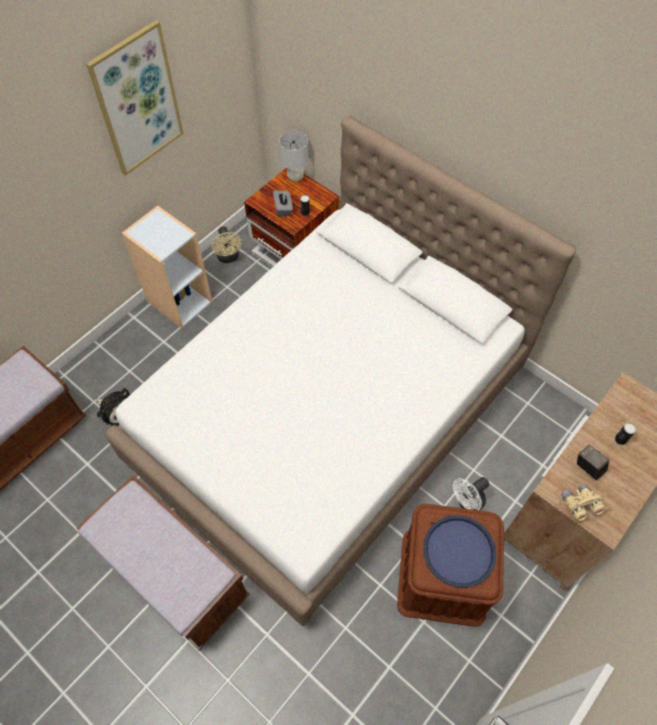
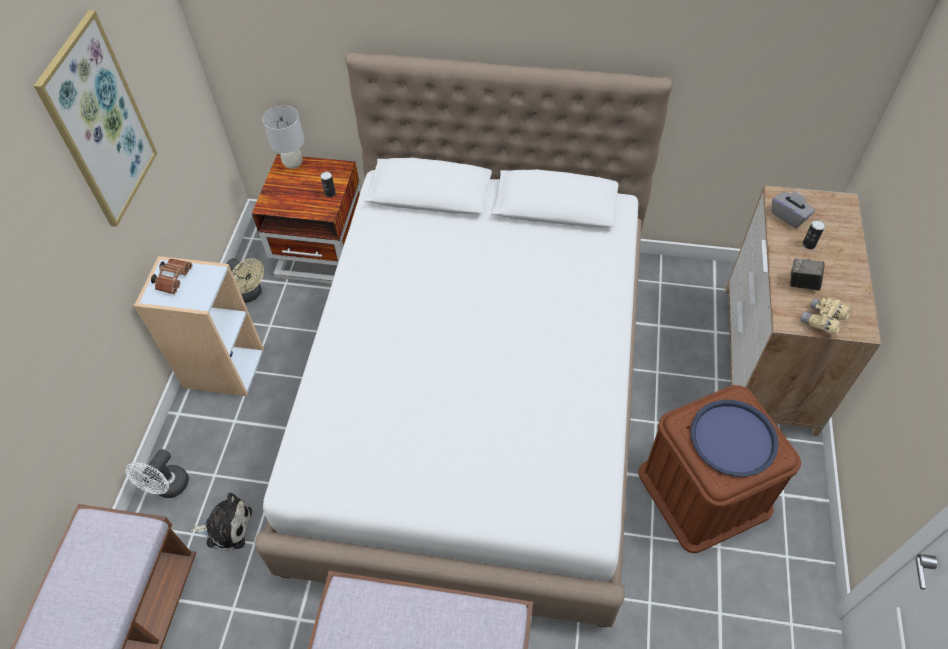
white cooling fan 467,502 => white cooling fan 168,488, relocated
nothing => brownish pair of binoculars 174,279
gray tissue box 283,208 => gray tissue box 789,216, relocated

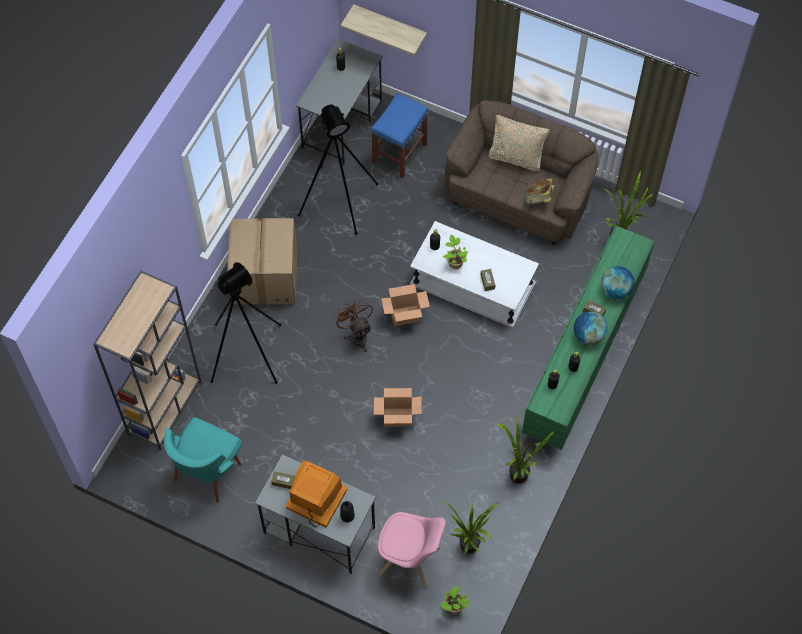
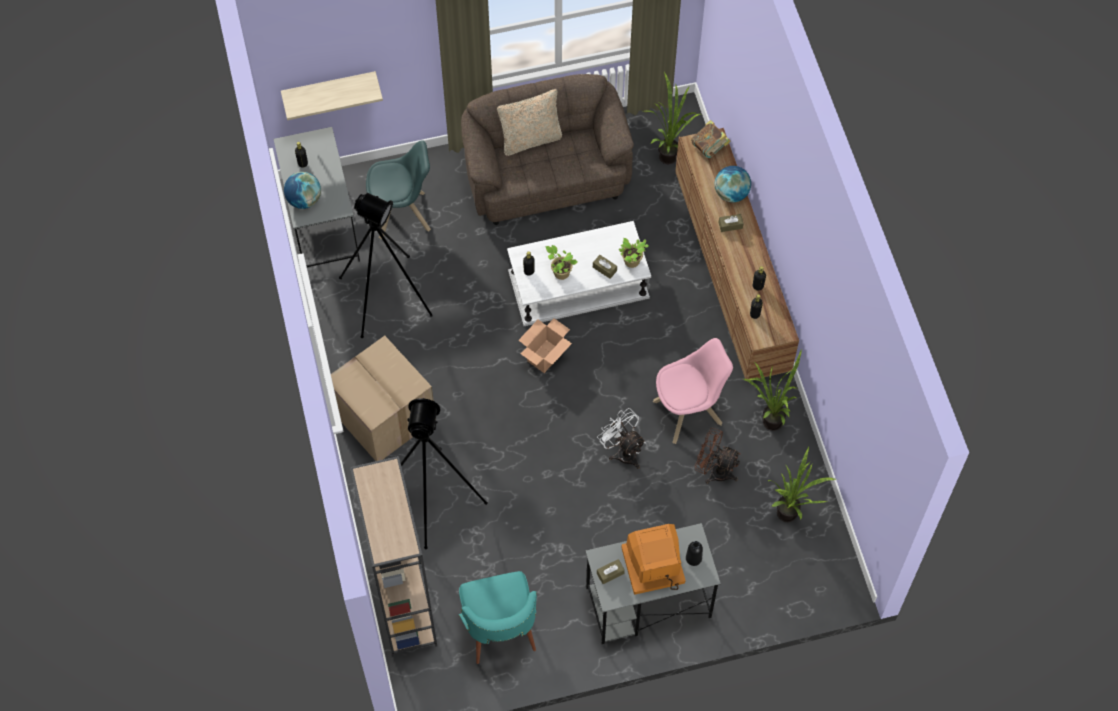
world globe 588,335 => world globe 304,200, relocated
bluish sitting stool 399,154 => blue-green chair 402,214
carton 397,417 => white cooling fan 623,451
potted plant 454,608 => potted plant 632,262, relocated
pink-coloured chair 410,561 => pink-coloured chair 688,413, relocated
green-coloured storage cabinet 584,355 => brownish storage cabinet 731,276
bound book 539,198 => bound book 709,148, relocated
brownish cooling fan 357,335 => brownish cooling fan 714,471, relocated

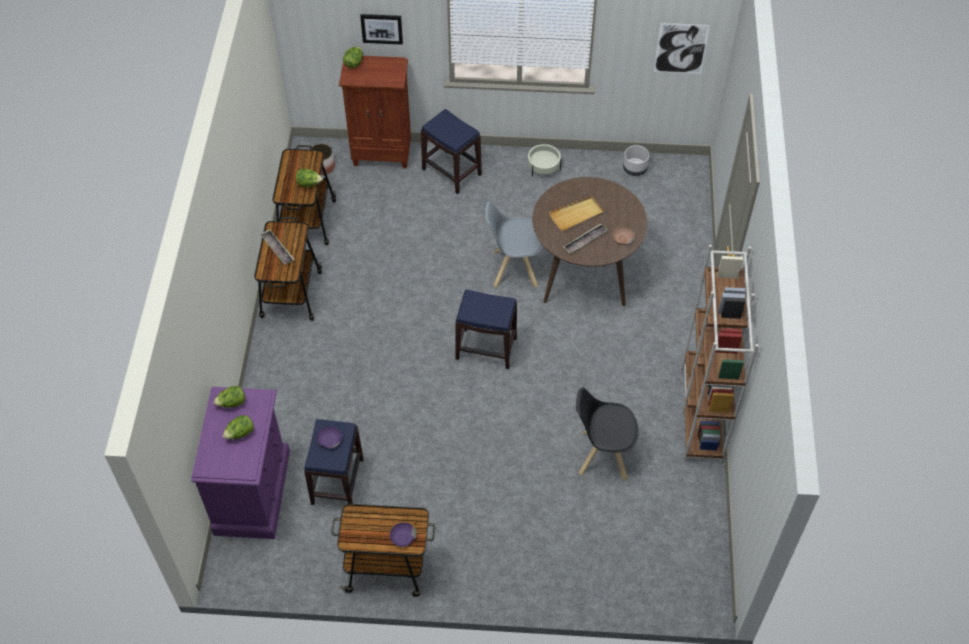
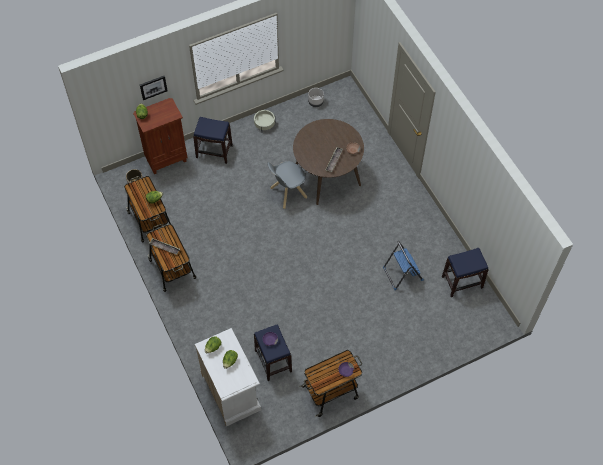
purplish drawer chest 252,492 => white drawer chest 230,391
black chair 602,454 => bluish step ladder 401,274
sitting stool 486,348 => sitting stool 462,282, relocated
sand-coloured serving tray 577,215 => nothing
wall art 681,48 => nothing
brownish shelving unit 701,415 => nothing

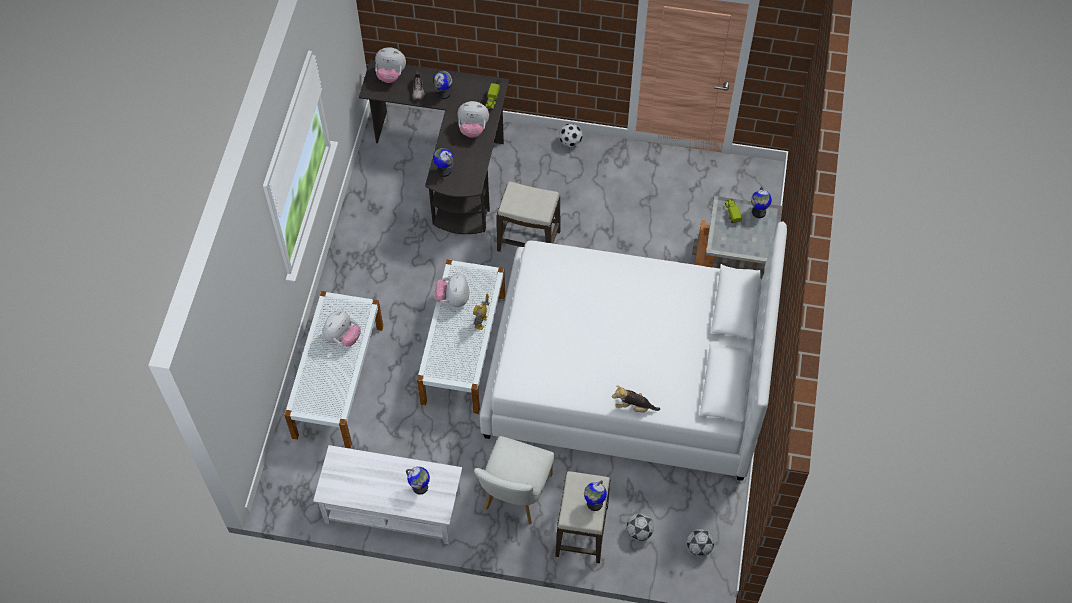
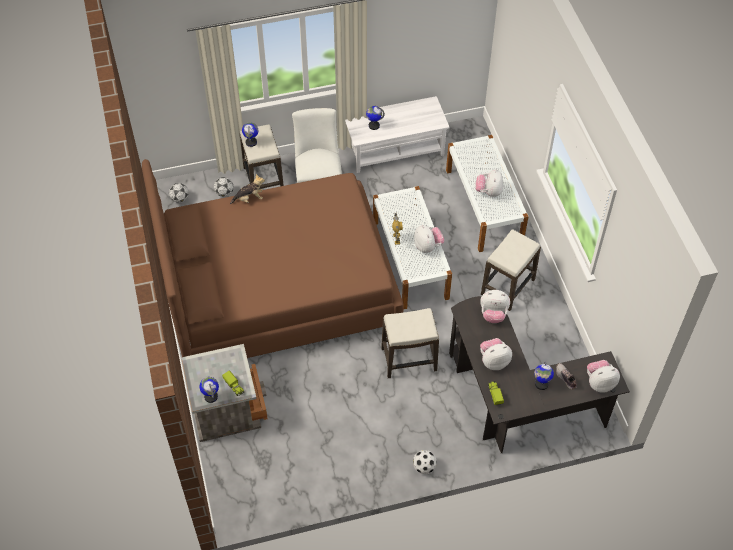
white sleeping bed 627,374 => brownish sleeping bed 278,287
world globe 444,171 => soft toy 493,314
nothing => sitting stool 507,287

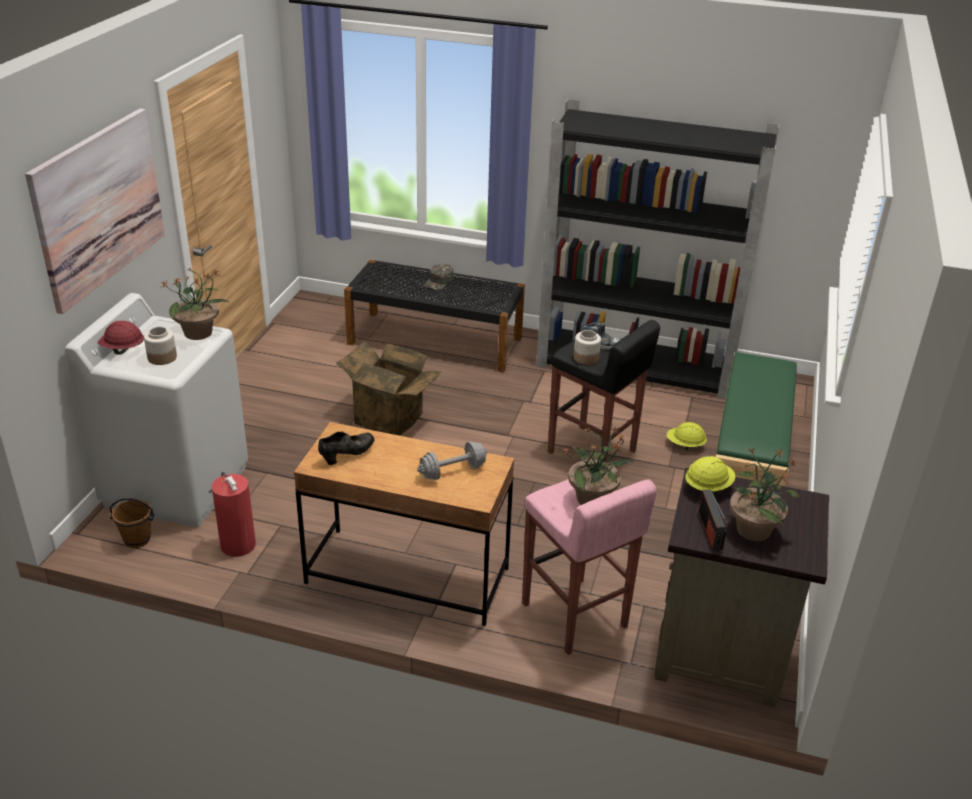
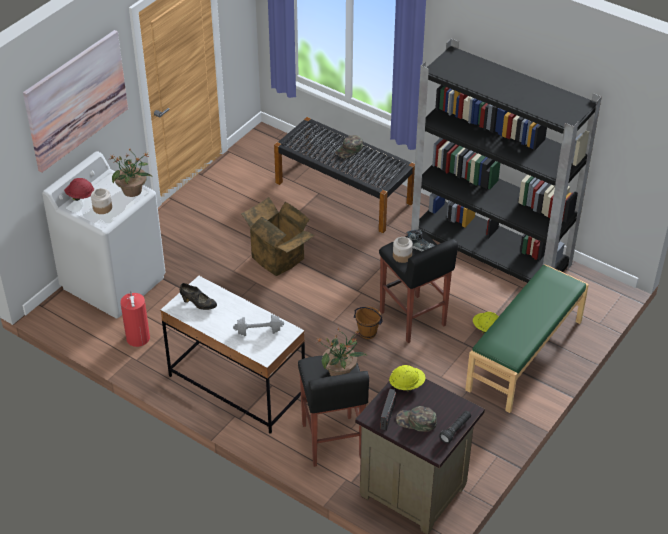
brownish desk table 407,576 => white desk table 236,386
black shoe 347,455 => black shoe 198,304, 45 degrees clockwise
pink-coloured sitting stool 574,616 => black sitting stool 331,441
brownish bucket 137,539 => brownish bucket 367,333, relocated
potted plant 754,529 => green-coloured baseball cap 416,421
nothing => black flashlight 455,430

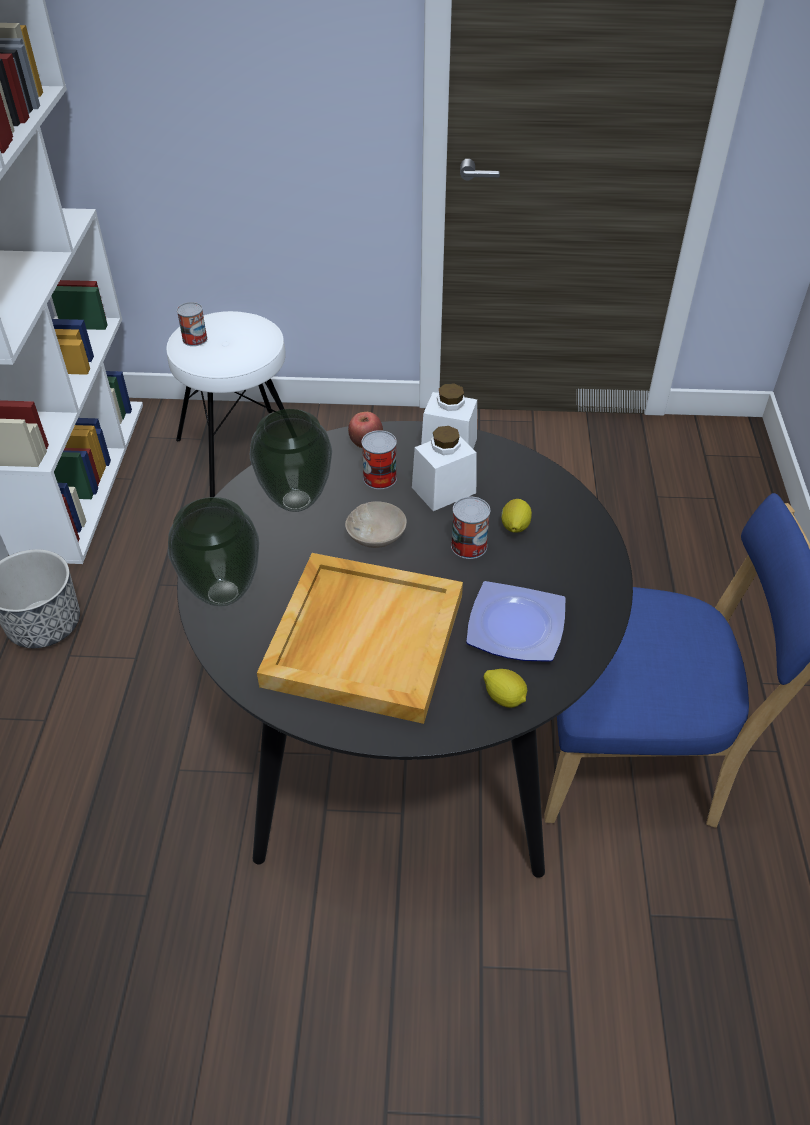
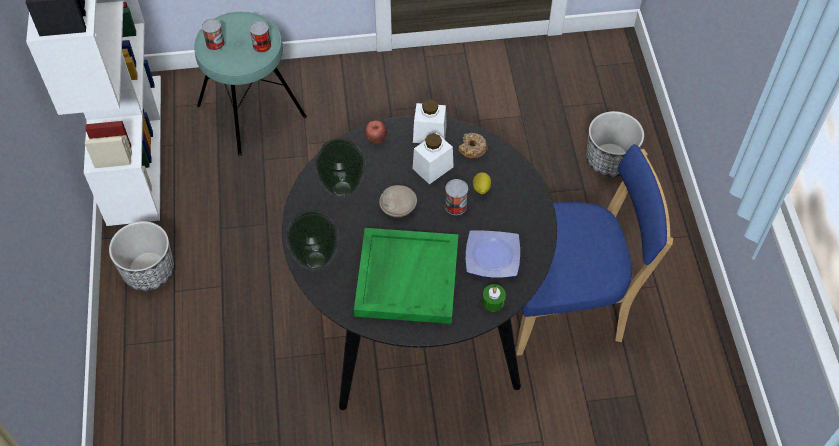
white sitting stool 242,453 => blue-green sitting stool 251,111
sealed can 379,478 => sealed can 262,45, relocated
sand-coloured serving tray 363,638 => green-coloured serving tray 406,277
nothing => doughnut 472,149
citrus fruit 504,698 => green-coloured candle 493,301
nothing => flower pot 610,160

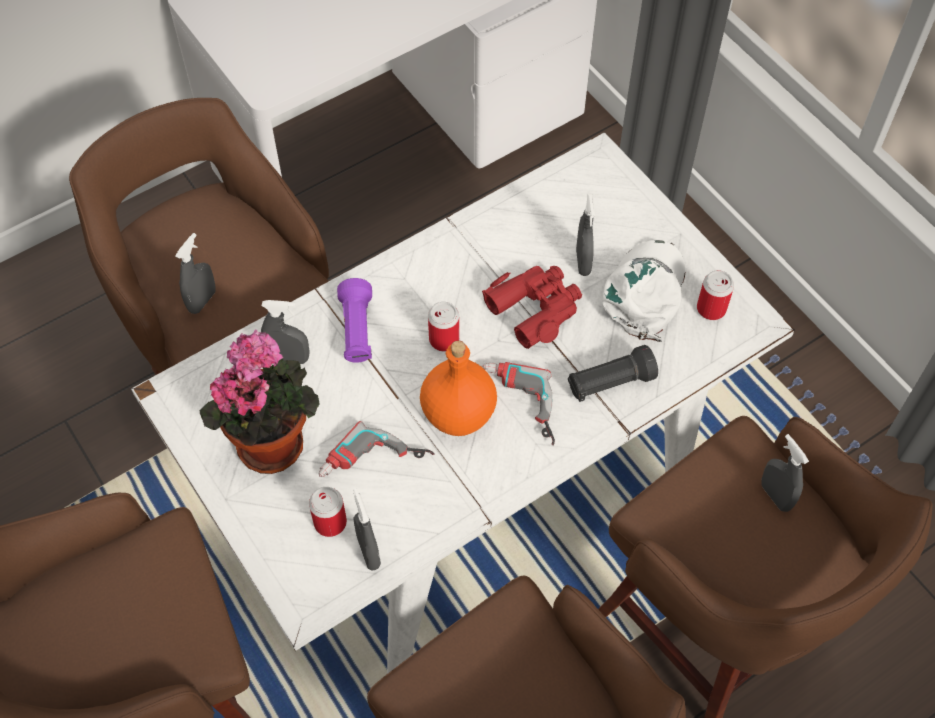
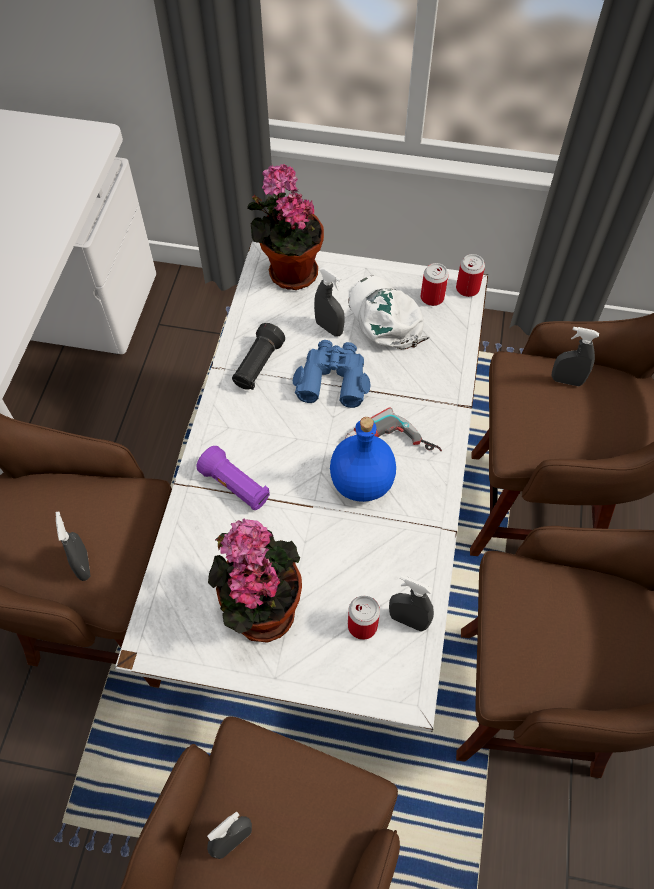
gray sprayer 289,358 => gray sprayer 233,840, relocated
black flashlight 609,383 => black flashlight 258,366, relocated
nothing => potted plant 289,271
reddish pair of binoculars 535,308 => bluish pair of binoculars 333,378
orange beverage bottle 459,415 => bluish beverage bottle 363,483
sealed can 444,339 => sealed can 467,288, relocated
electric drill 375,466 => nothing

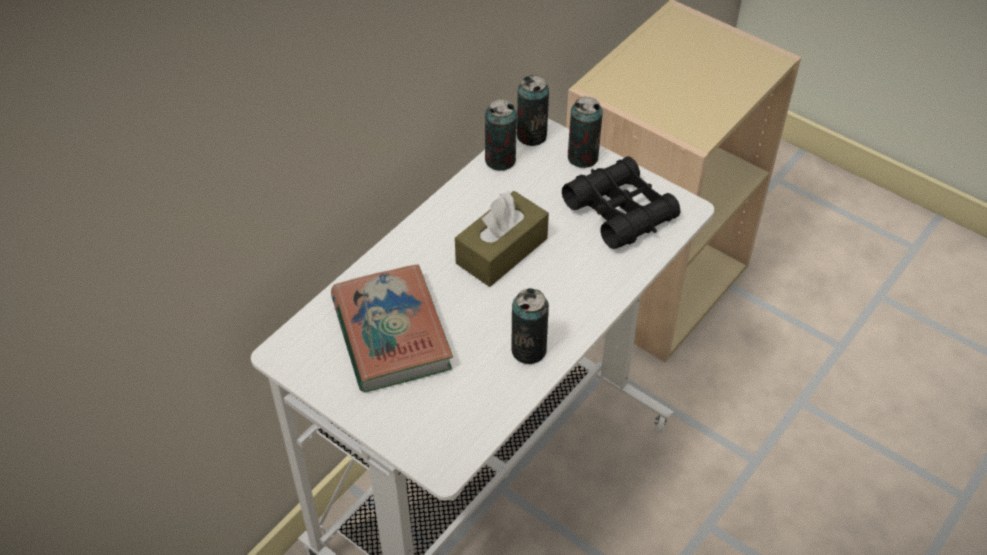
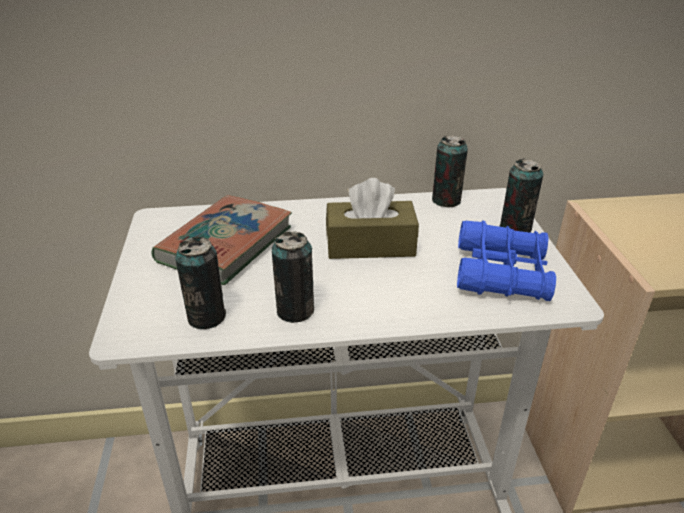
sealed can 531,136 => sealed can 206,317, relocated
black pair of binoculars 620,211 => bluish pair of binoculars 502,273

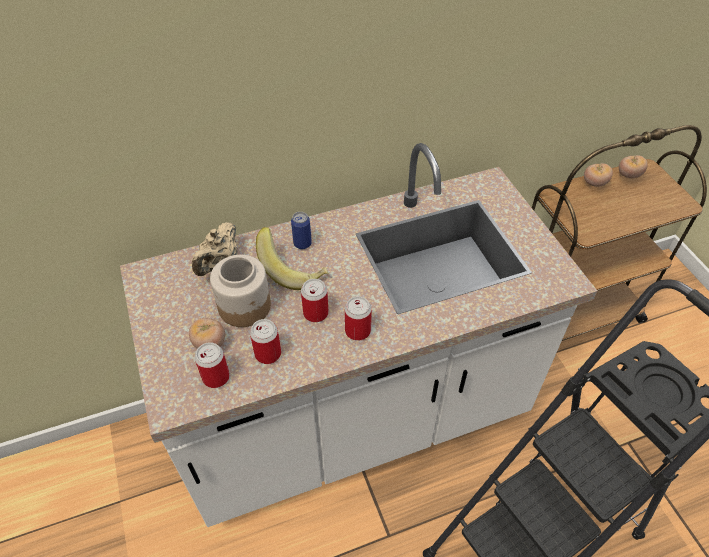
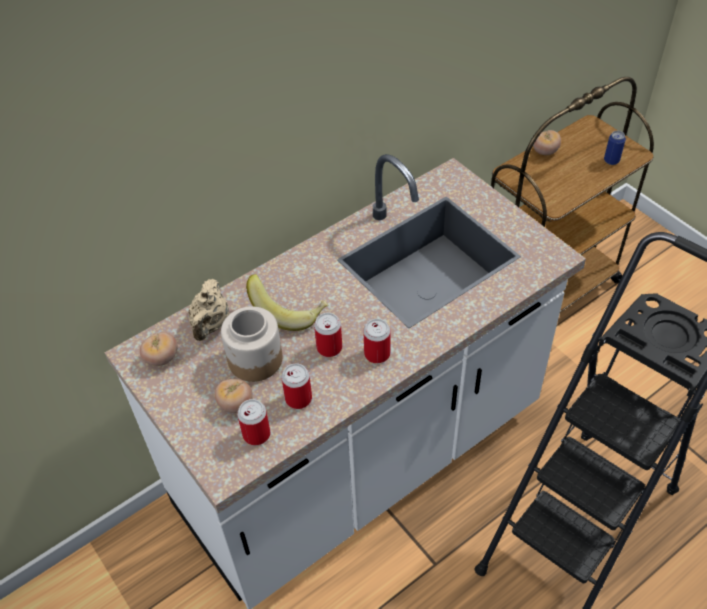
fresh tomato 628,175 => fresh tomato 161,358, relocated
sealed can 302,244 => sealed can 611,160, relocated

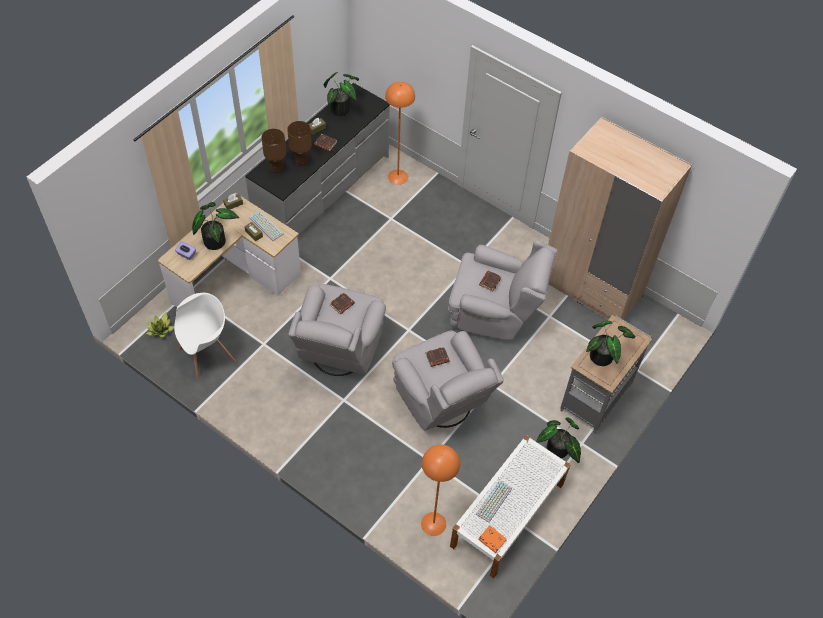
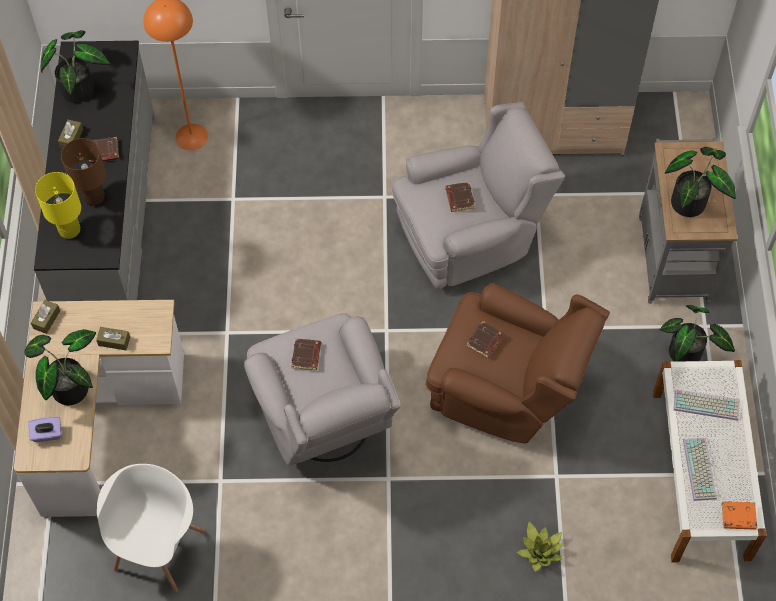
brownish table lamp 277,169 => yellowish table lamp 70,231
gray lounge chair 442,402 => brownish lounge chair 508,392
potted plant 161,329 => potted plant 540,550, relocated
keyboard 267,226 => keyboard 707,404, relocated
orange floor lamp 433,524 => nothing

